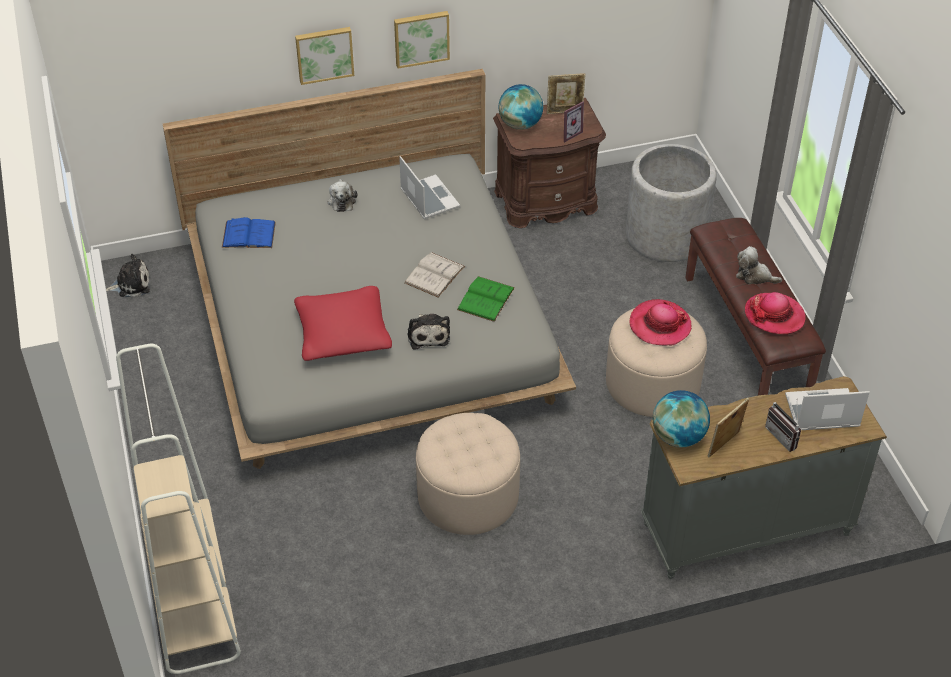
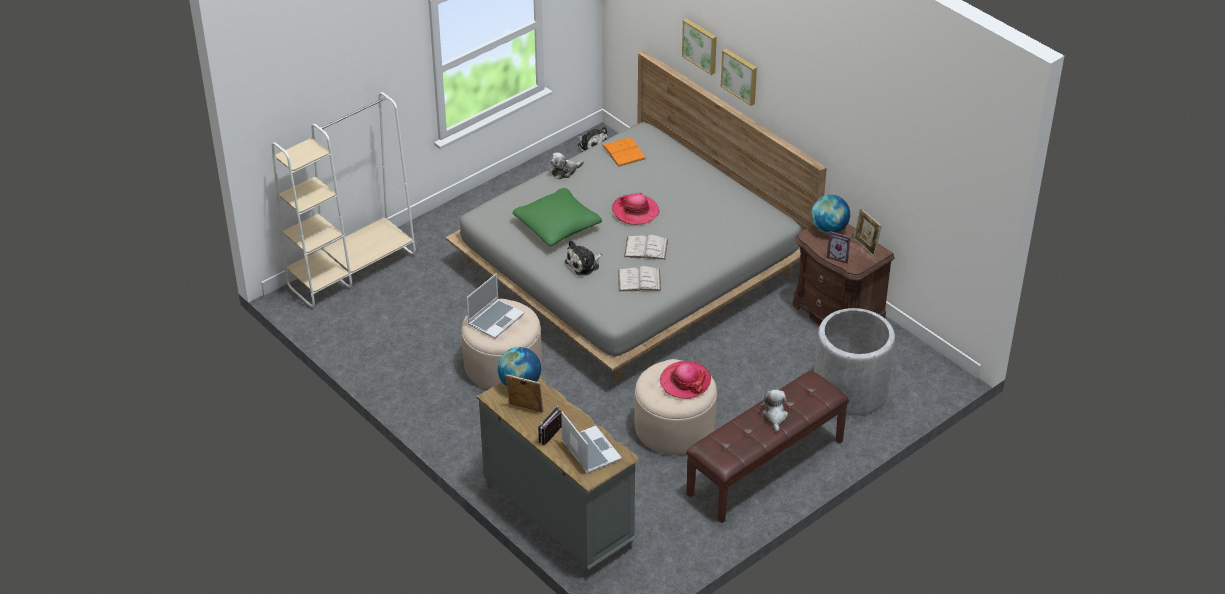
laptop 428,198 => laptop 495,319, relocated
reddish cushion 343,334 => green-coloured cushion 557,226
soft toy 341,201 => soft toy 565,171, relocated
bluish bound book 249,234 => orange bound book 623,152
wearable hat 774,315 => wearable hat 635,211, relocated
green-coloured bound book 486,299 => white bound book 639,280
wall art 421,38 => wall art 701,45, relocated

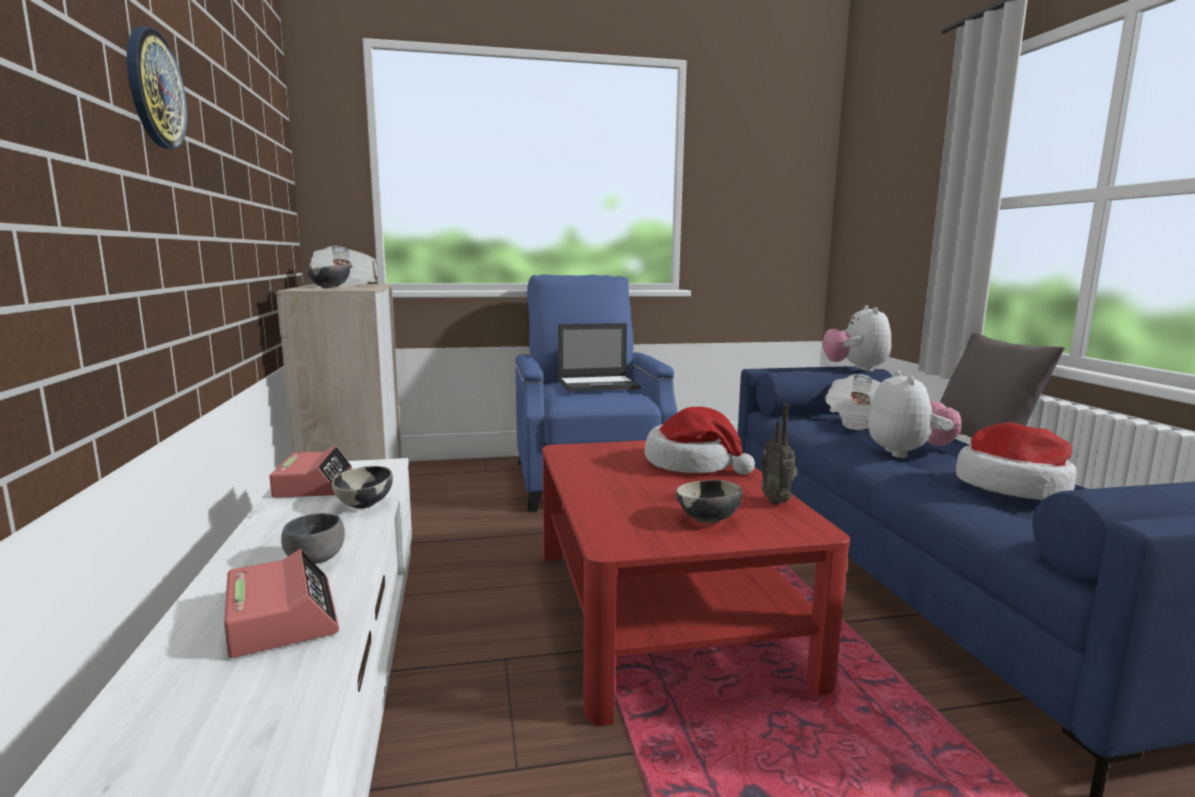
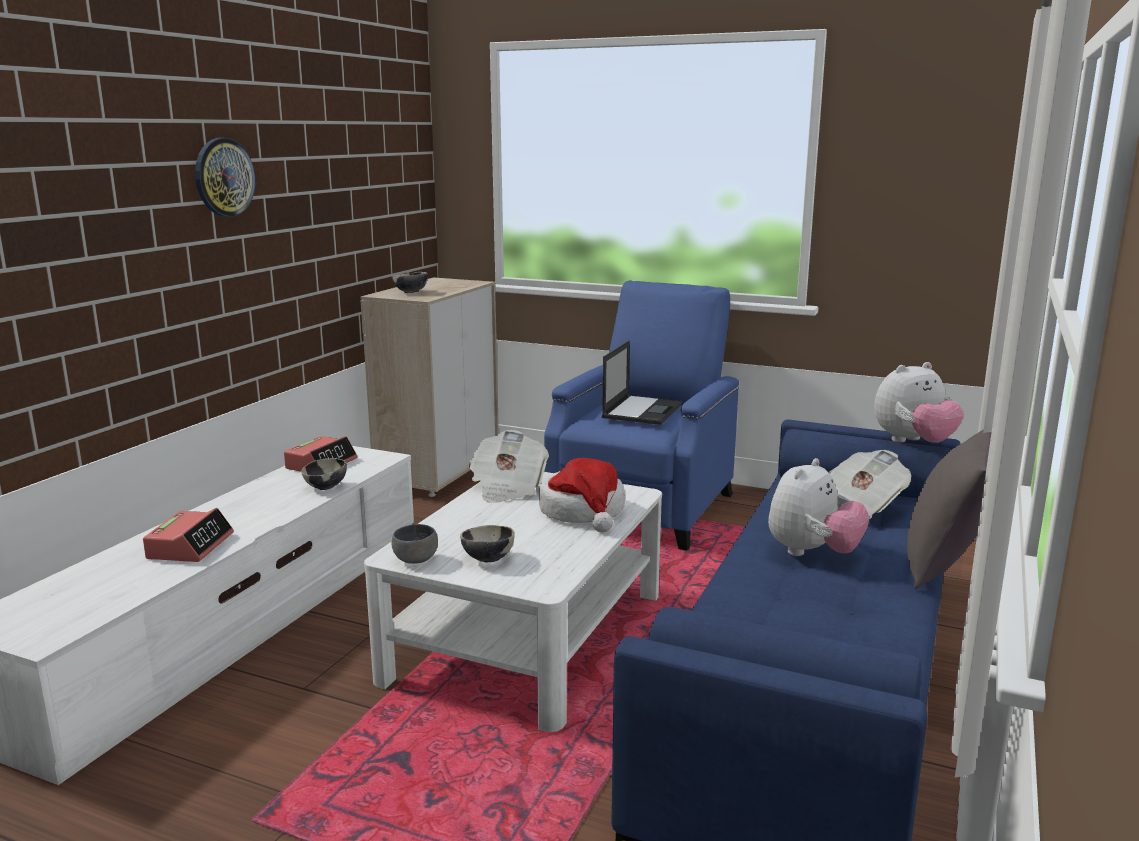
reddish coffee table 664,611 => white coffee table 528,636
gray deep dish 314,561 => gray deep dish 414,560, relocated
printed paper 346,285 => printed paper 507,488, relocated
laptop 599,384 => laptop 642,410, 90 degrees counterclockwise
soft toy 855,369 => soft toy 913,443, 150 degrees counterclockwise
radio set 777,501 => nothing
wearable hat 1013,487 => nothing

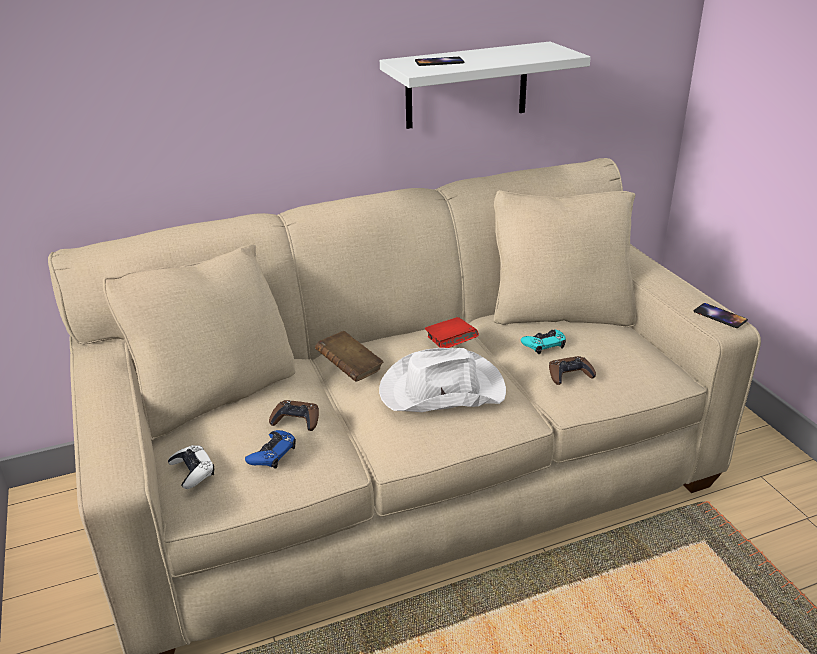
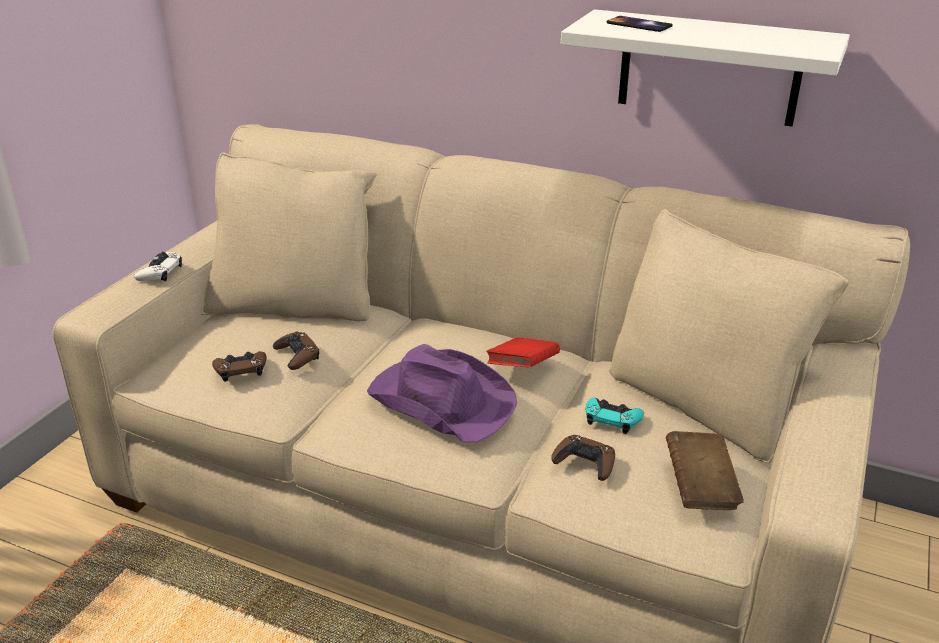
white game controller 192,471 => white game controller 160,272, relocated
bluish game controller 272,453 => brownish game controller 241,369
white wearable hat 440,390 => purplish wearable hat 440,400
brownish bound book 350,369 => brownish bound book 700,487, relocated
phone 720,316 => nothing

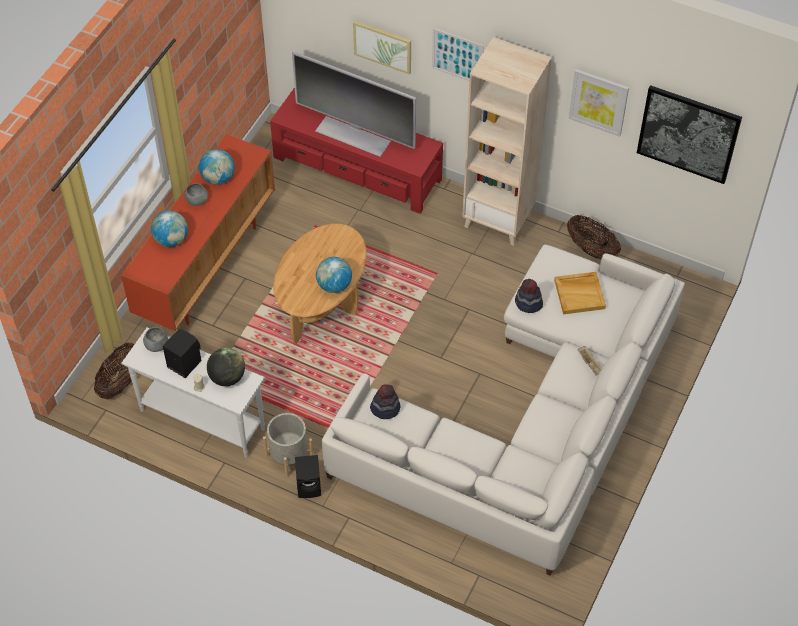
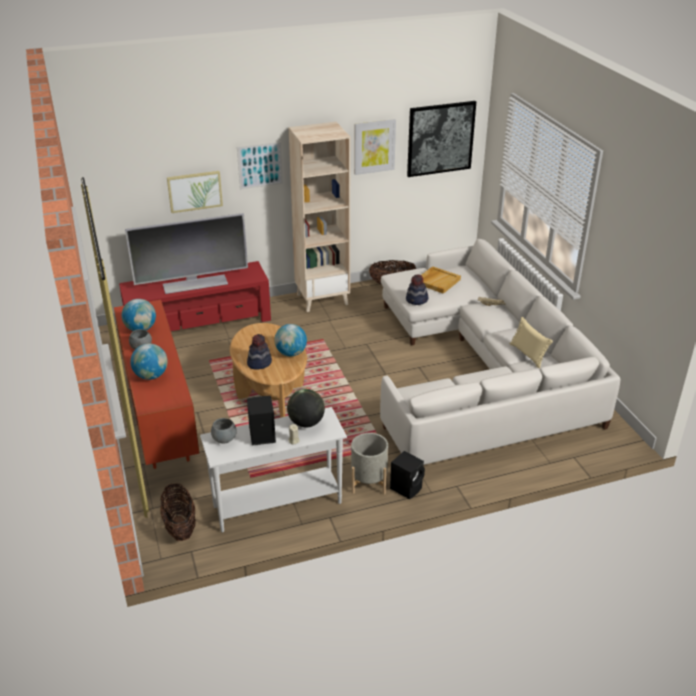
wearable hat 385,408 => wearable hat 259,363, relocated
nothing => sand-coloured cushion 528,355

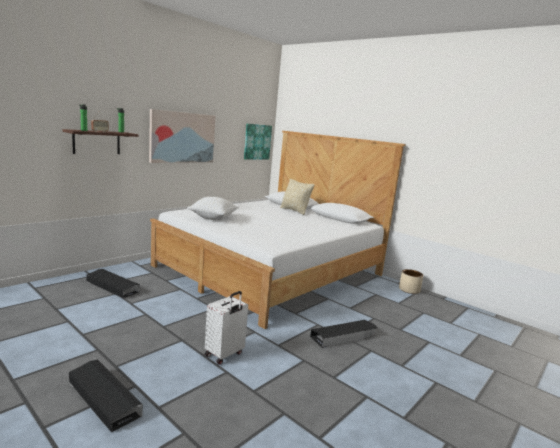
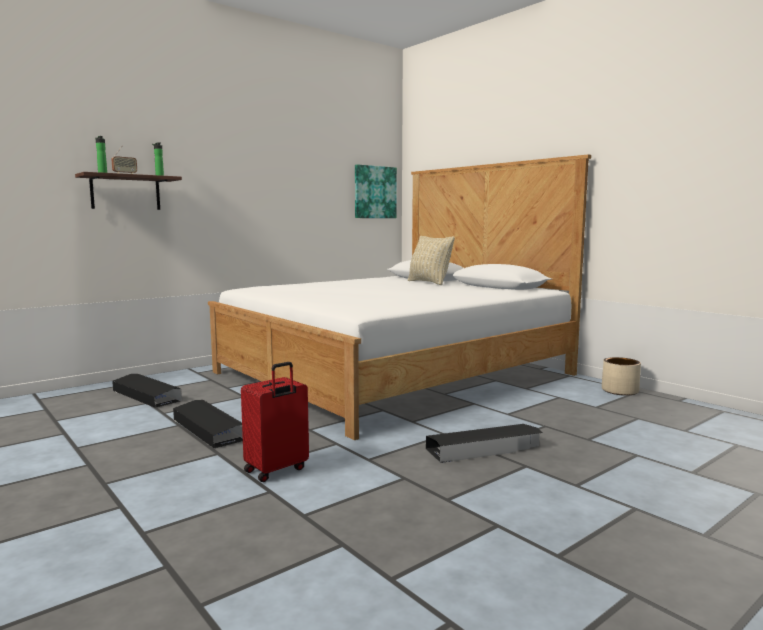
black storage box 104,398 => black storage box 208,429, relocated
white piece of luggage 225,354 => reddish piece of luggage 276,470
wall art 182,137 => nothing
white cushion 213,218 => nothing

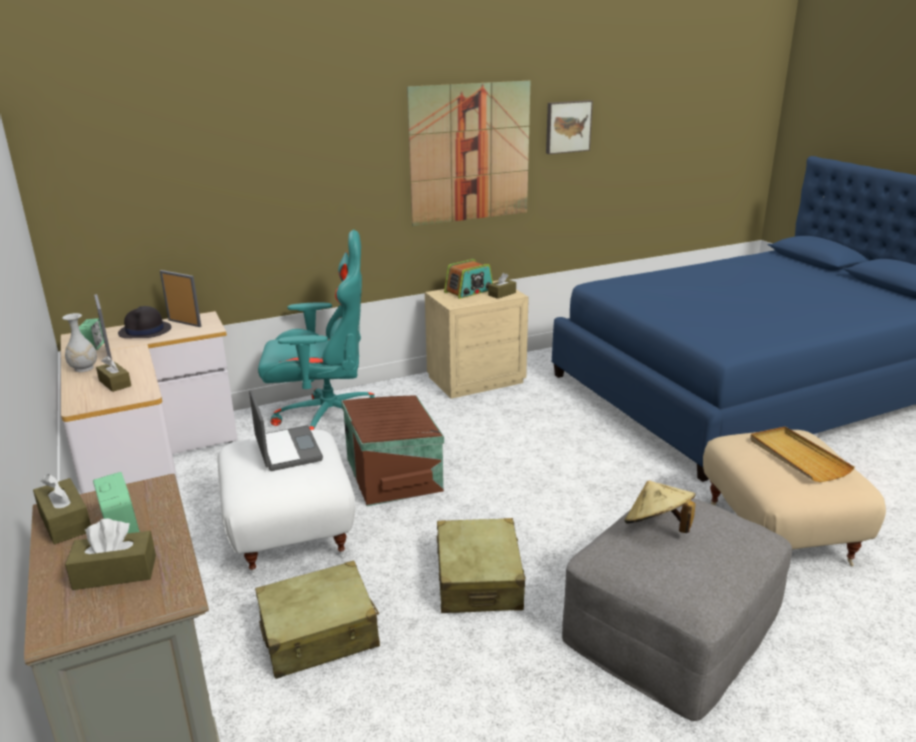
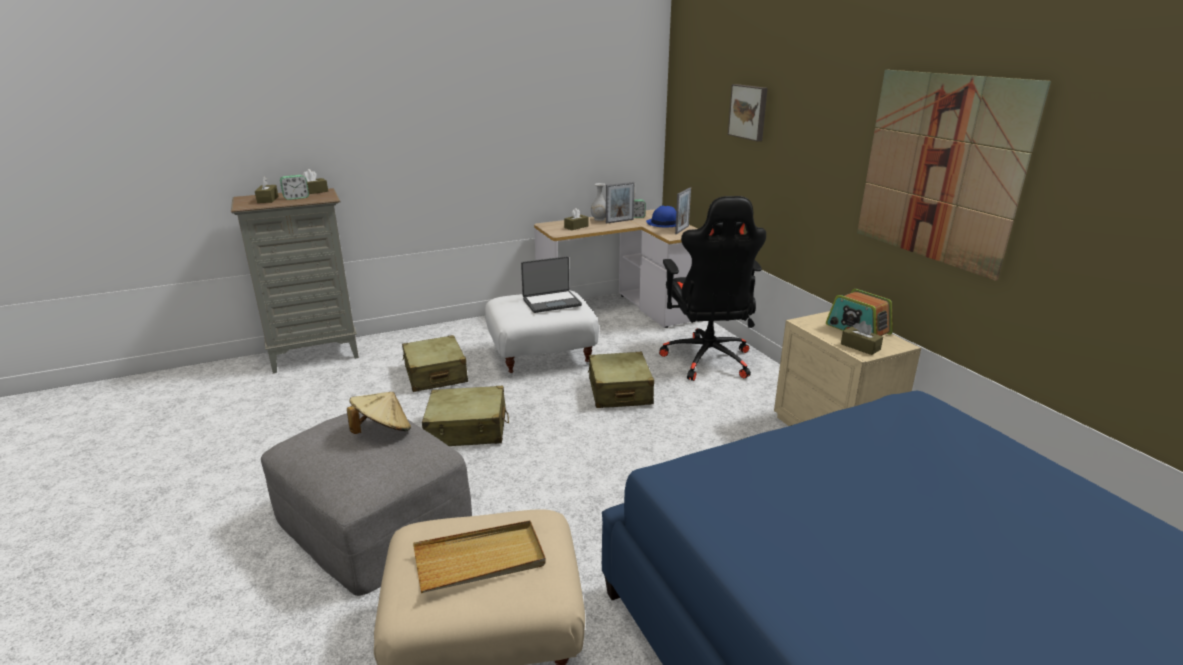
brownish storage box 395,474 => sand-coloured piece of luggage 619,391
black wearable hat 145,331 => bluish wearable hat 663,223
blue-green computer chair 321,421 => black computer chair 705,356
wall art 567,126 => wall art 749,112, relocated

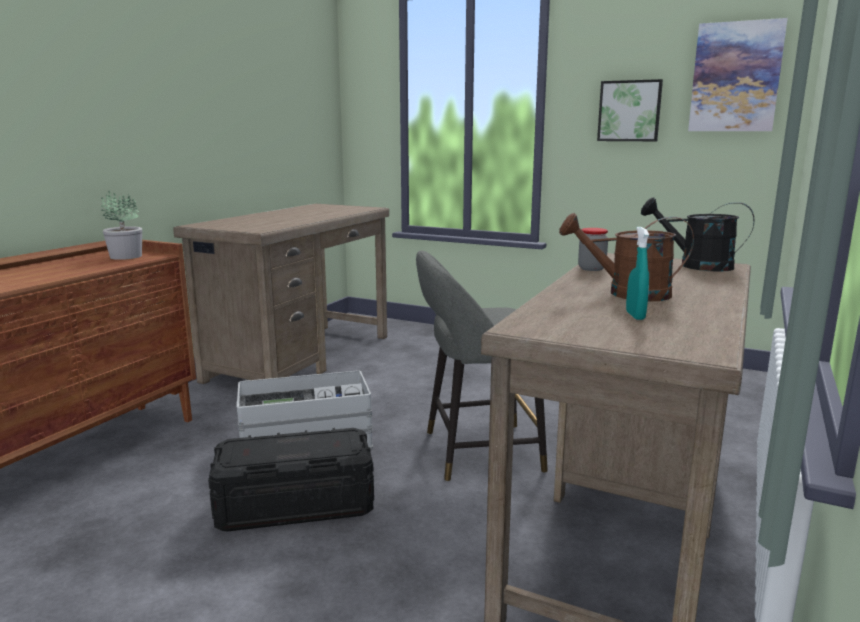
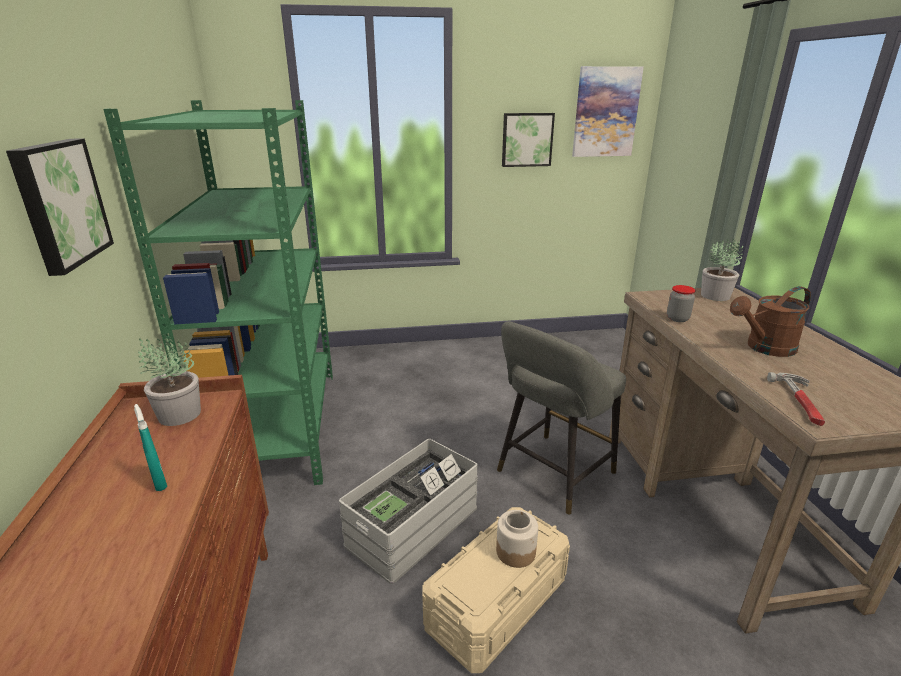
nothing => wall art 59,203
brownish desk table 300,357 => green-coloured shelving unit 279,426
blue-green sprayer 635,316 => blue-green sprayer 159,482, relocated
black storage box 295,504 => sand-coloured storage box 496,603
nothing => storage jar 516,551
black watering pot 696,265 => potted plant 716,296
nothing => hammer 801,402

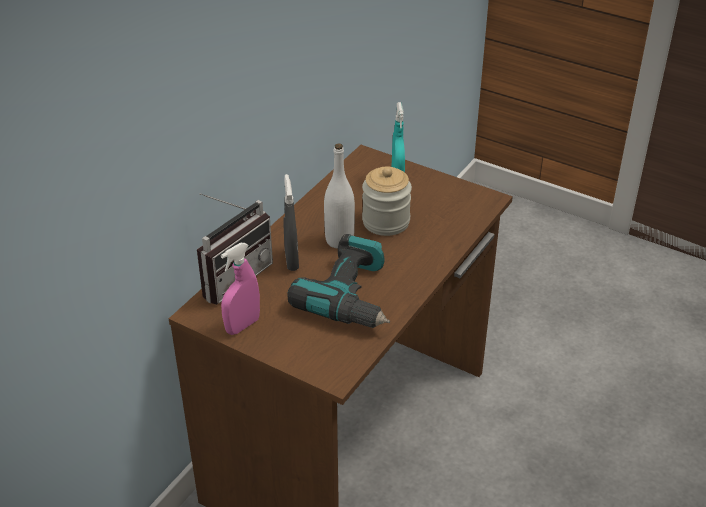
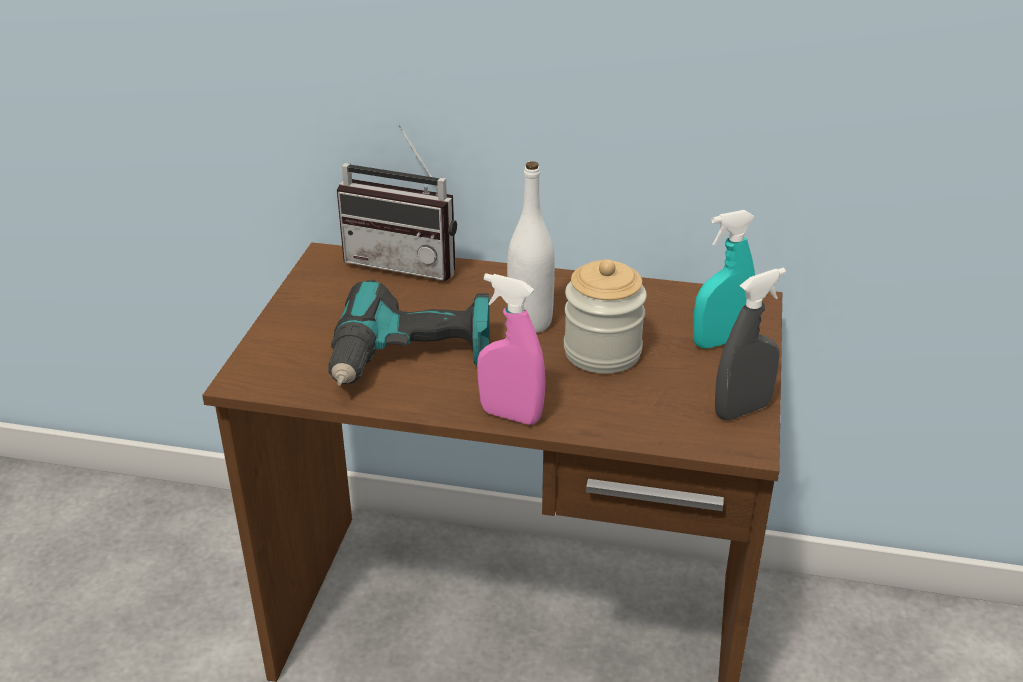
pink-coloured sprayer 242,325 => pink-coloured sprayer 510,415, relocated
gray sprayer 291,260 => gray sprayer 742,410, relocated

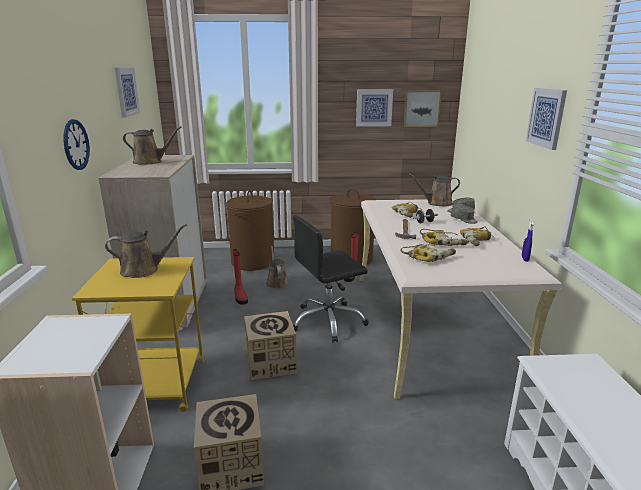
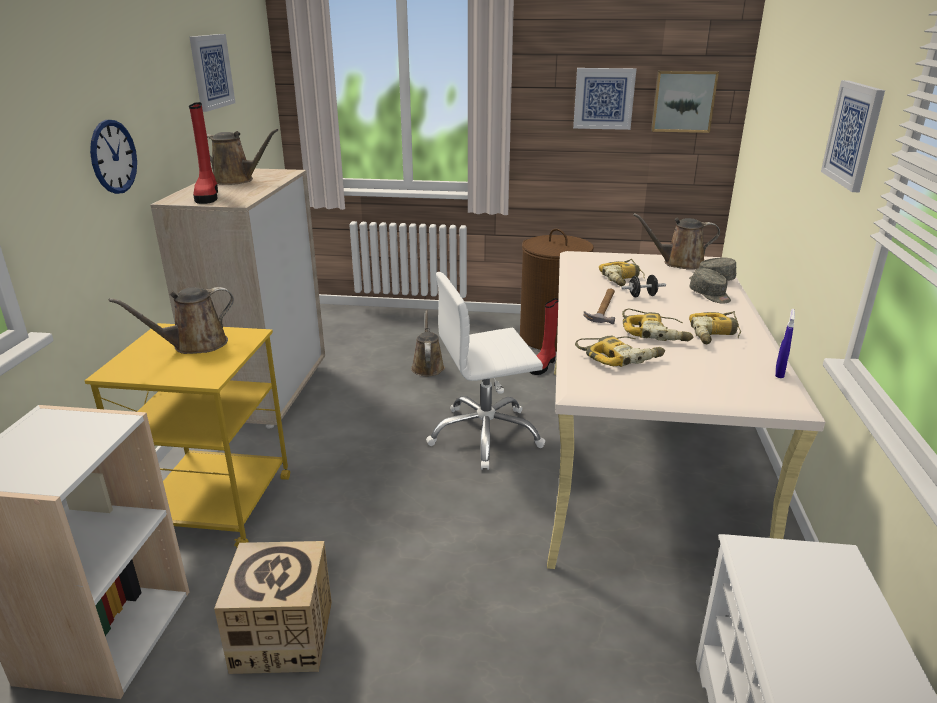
brownish watering pot 144,270 => brownish watering pot 195,345, 150 degrees clockwise
reddish high-top boot 240,297 => reddish high-top boot 208,196, relocated
black computer chair 328,321 => white computer chair 485,435
brownish hamper 253,262 => nothing
carton 270,363 => nothing

